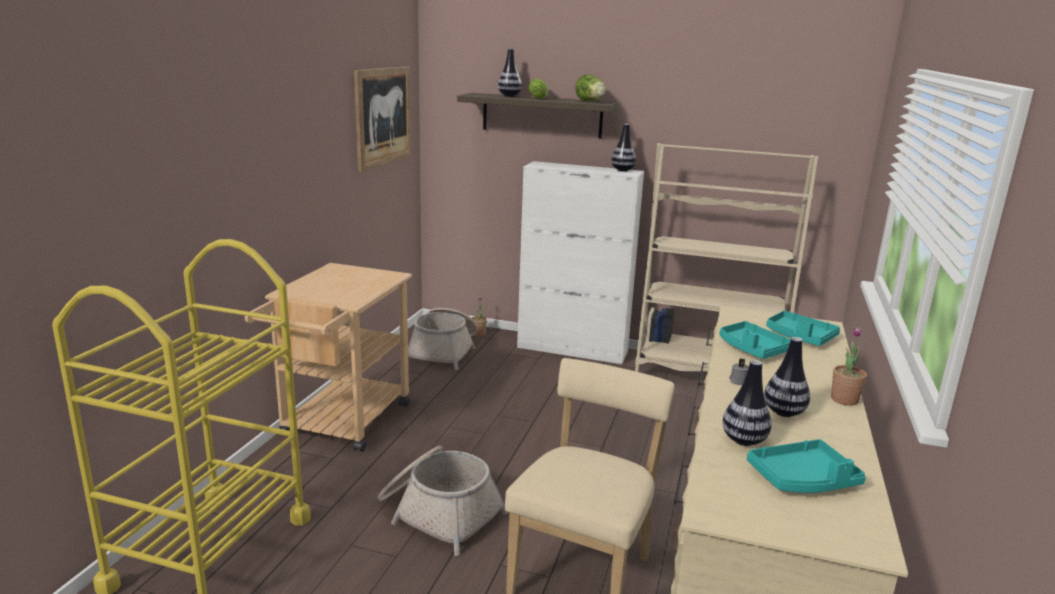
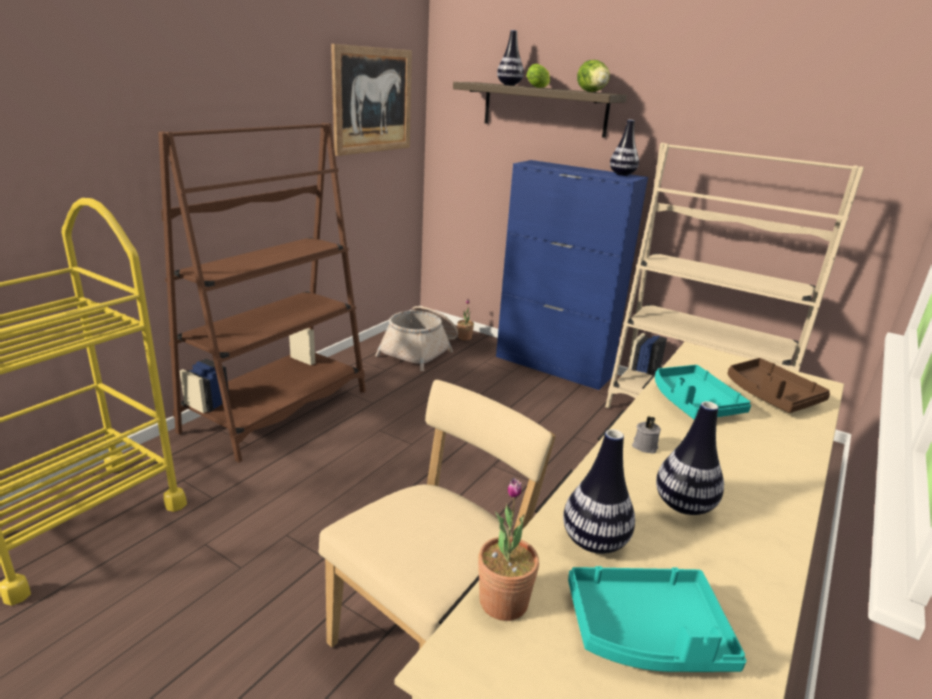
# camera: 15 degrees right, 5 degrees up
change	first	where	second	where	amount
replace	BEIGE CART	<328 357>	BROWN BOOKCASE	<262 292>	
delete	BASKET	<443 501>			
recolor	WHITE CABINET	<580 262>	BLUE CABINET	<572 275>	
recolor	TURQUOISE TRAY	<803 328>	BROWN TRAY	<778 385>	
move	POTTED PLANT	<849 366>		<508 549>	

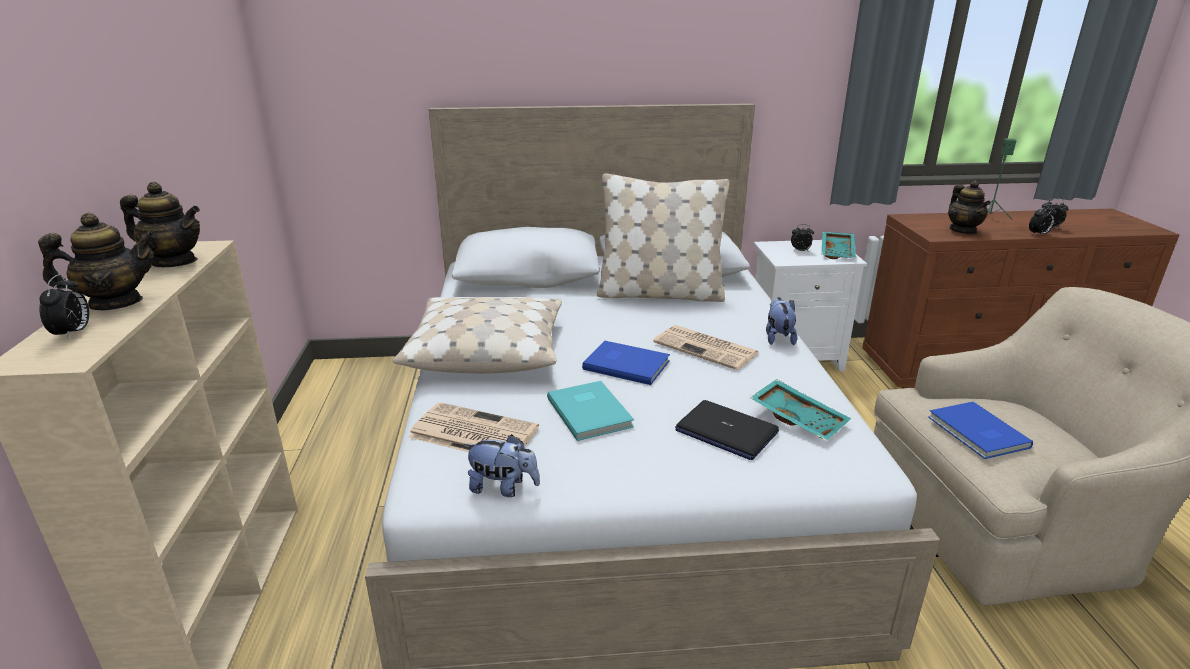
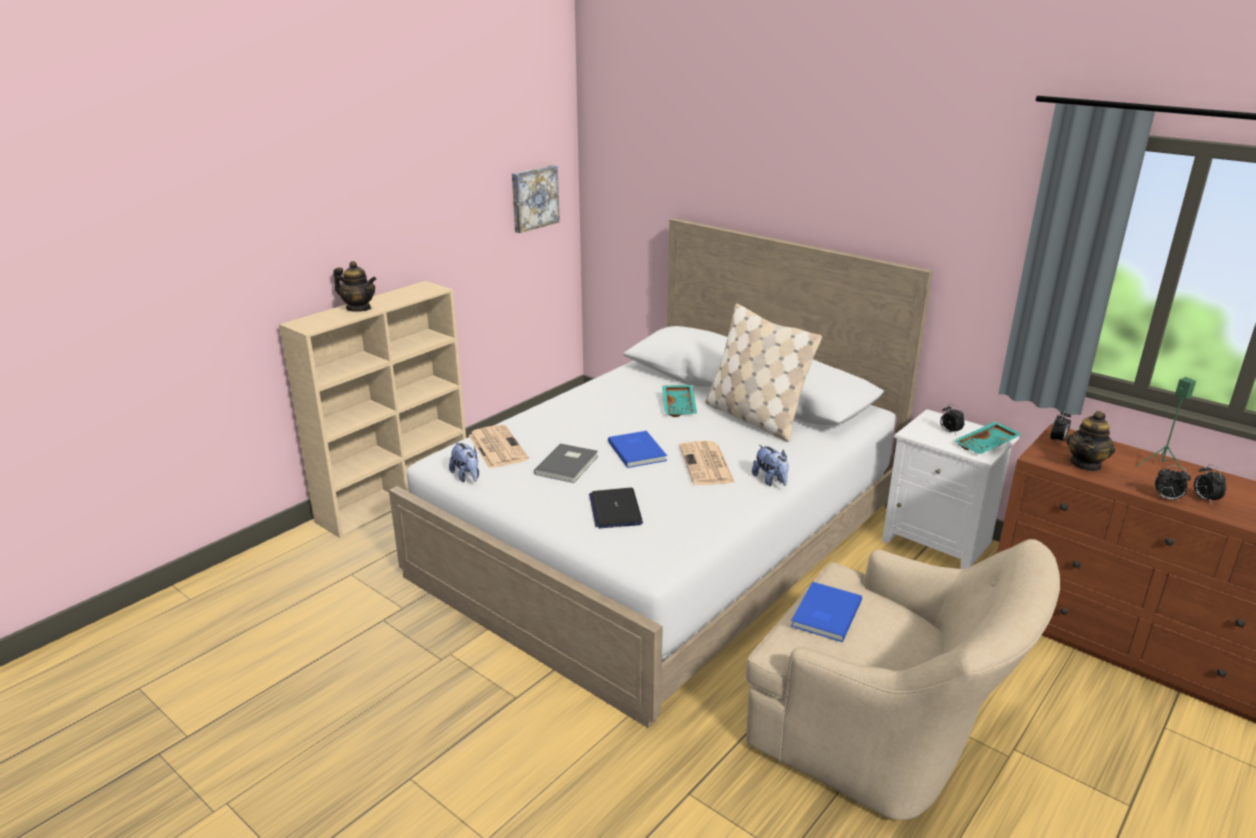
# camera: 45 degrees right, 0 degrees up
change	first	where	second	where	amount
move	ALARM CLOCK	<64 307>		<1060 426>	
delete	TEAPOT	<160 224>			
delete	BEIGE PILLOW	<477 335>			
recolor	TURQUOISE BOOK	<590 411>	GREY BOOK	<566 463>	
move	TURQUOISE TRAY	<800 410>		<679 401>	
rotate	PLUSH TOY	<781 321>		<770 465>	105 degrees clockwise
insert			PICTURE	<536 199>	

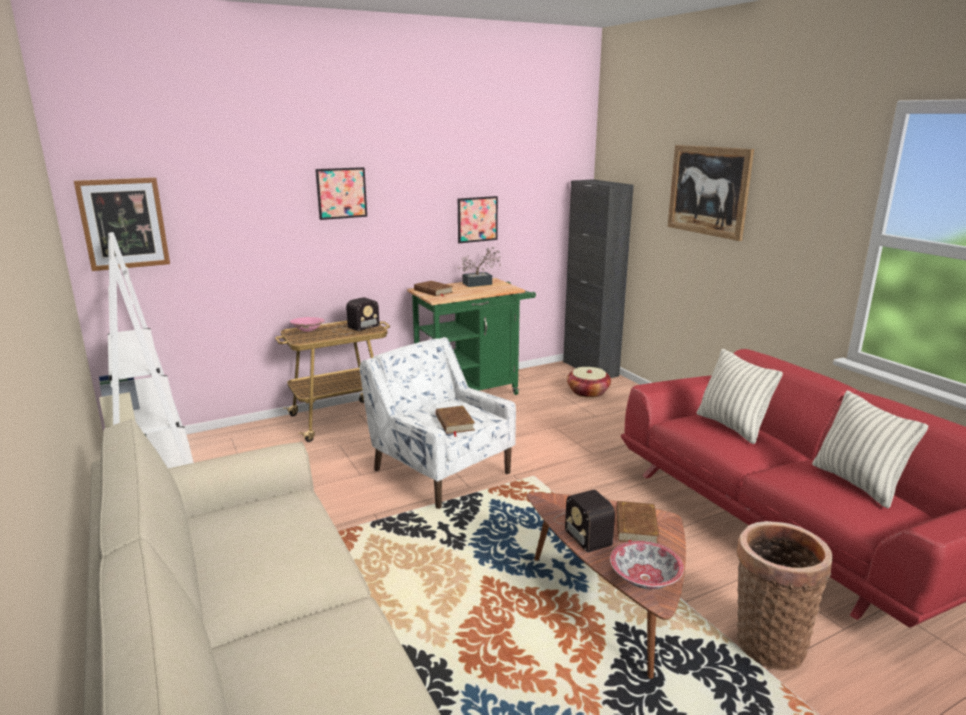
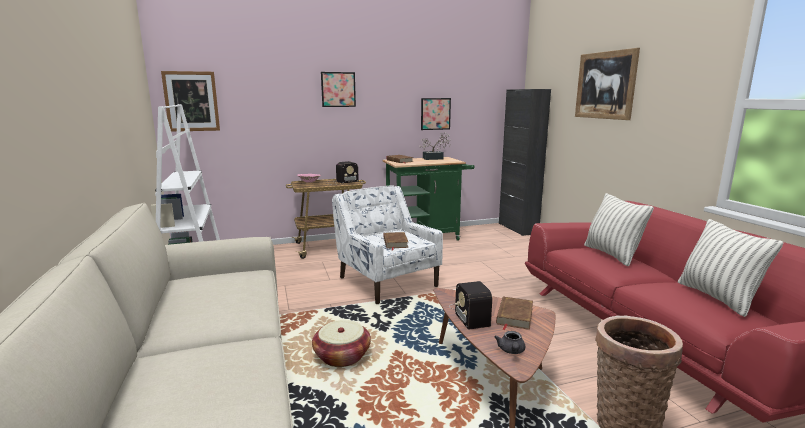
# camera: 10 degrees right, 5 degrees down
change	first	where	second	where	amount
move	BASKET	<589 382>		<341 343>	
replace	BOWL	<647 565>	GREY TEAPOT	<509 342>	

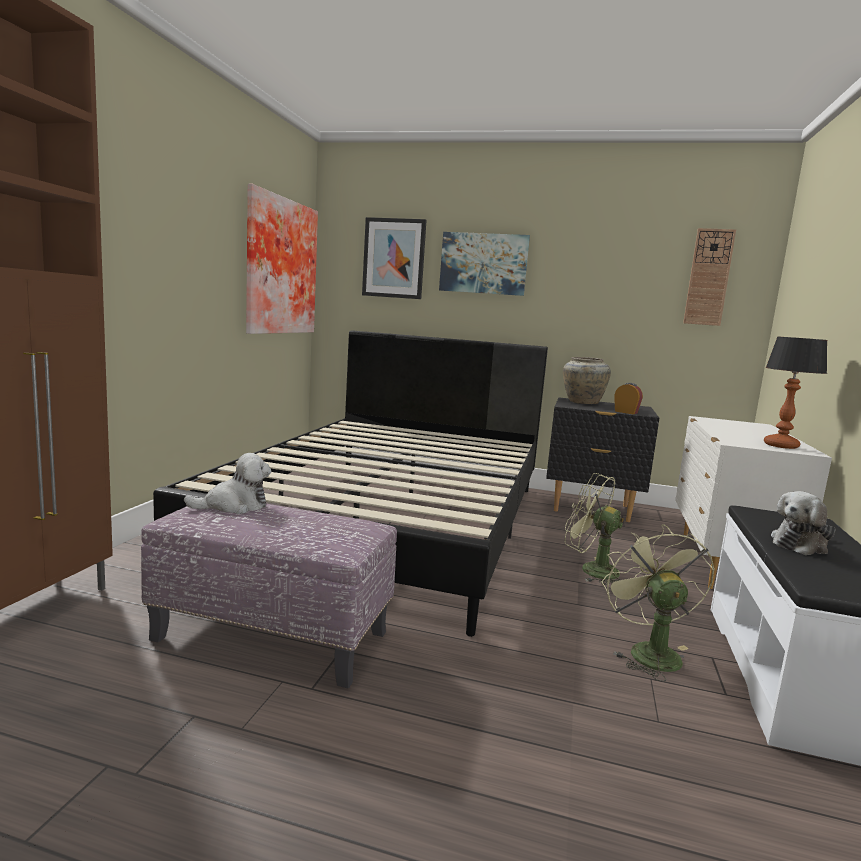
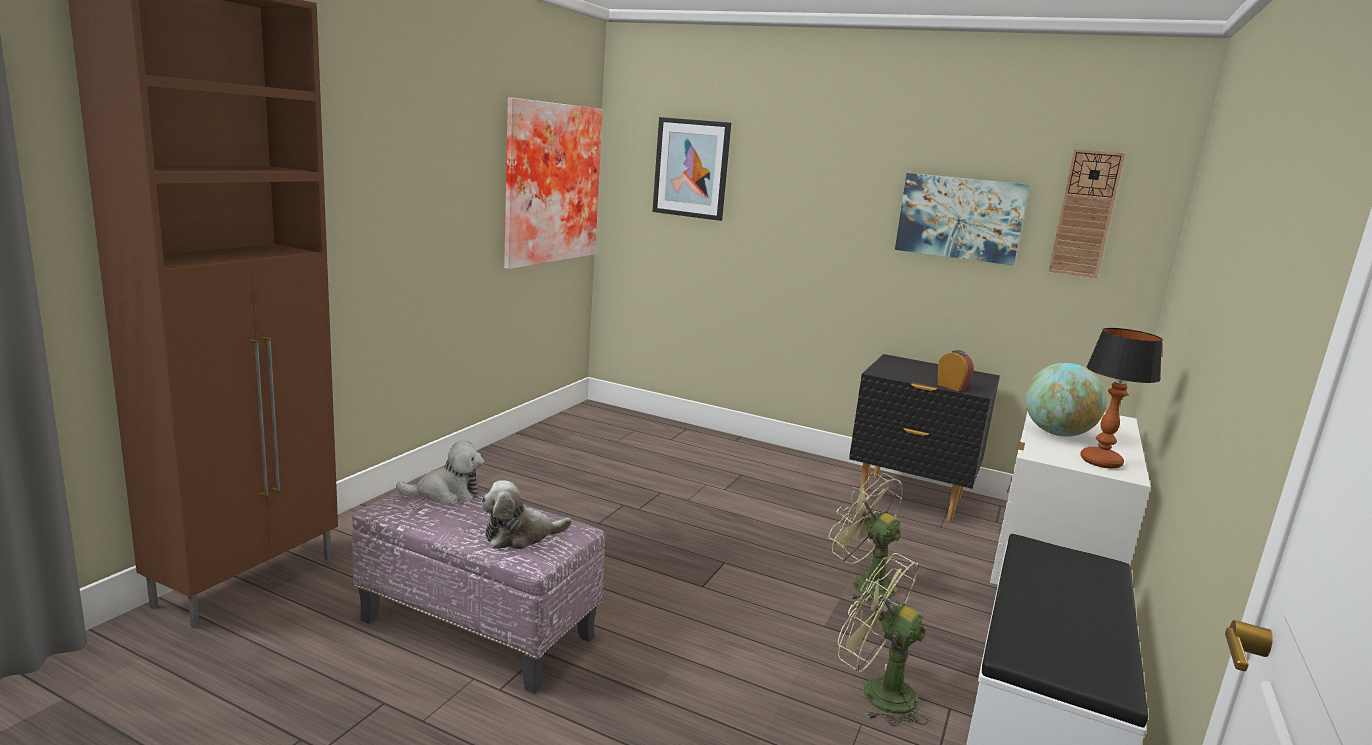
# camera: 10 degrees right, 5 degrees up
change	first	where	second	where	amount
delete	BLACK BED	<350 483>			
move	PICTURE	<484 264>		<962 219>	
delete	BEIGE VASE	<587 380>			
rotate	GREEN FAN	<658 603>		<883 640>	60 degrees counterclockwise
move	PLUSH TOY	<803 523>		<526 514>	
insert			GLOBE	<1066 400>	

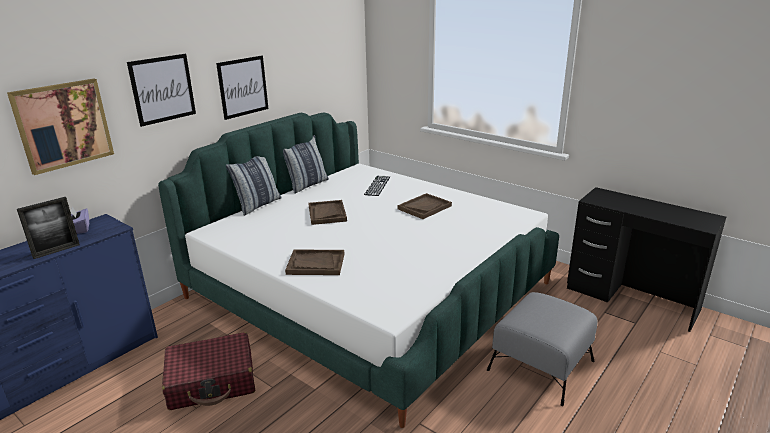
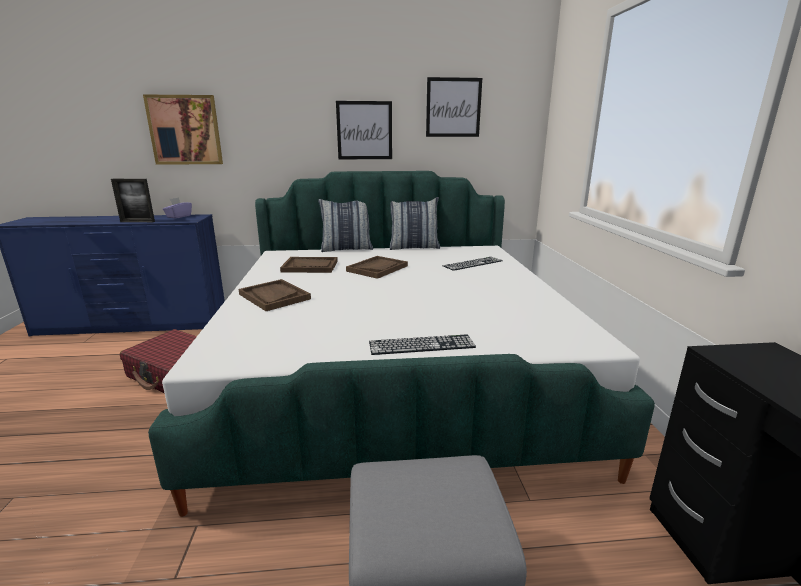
# camera: 45 degrees right, 5 degrees down
change	first	where	second	where	amount
move	PICTURE	<161 90>		<454 107>	
move	BROWN TRAY	<425 206>		<309 265>	
insert			KEYBOARD	<422 345>	

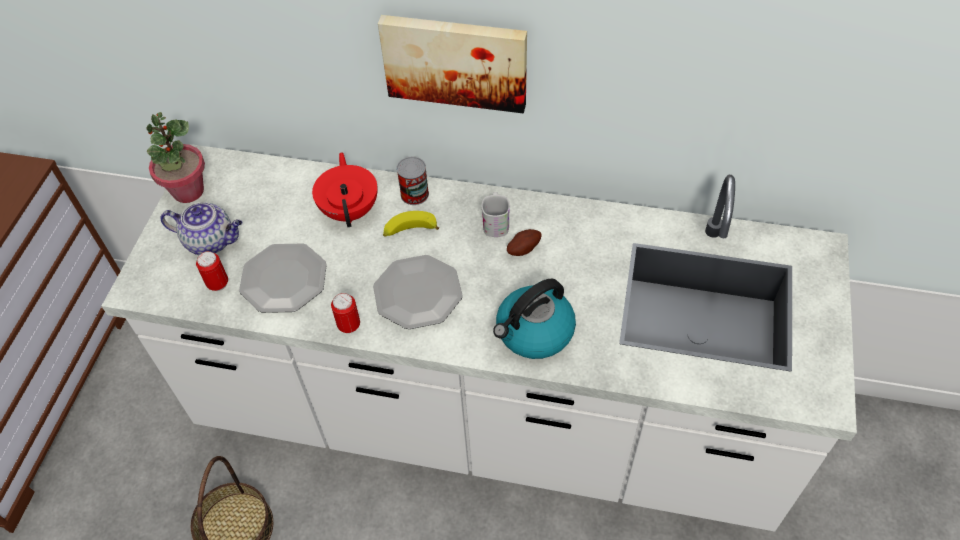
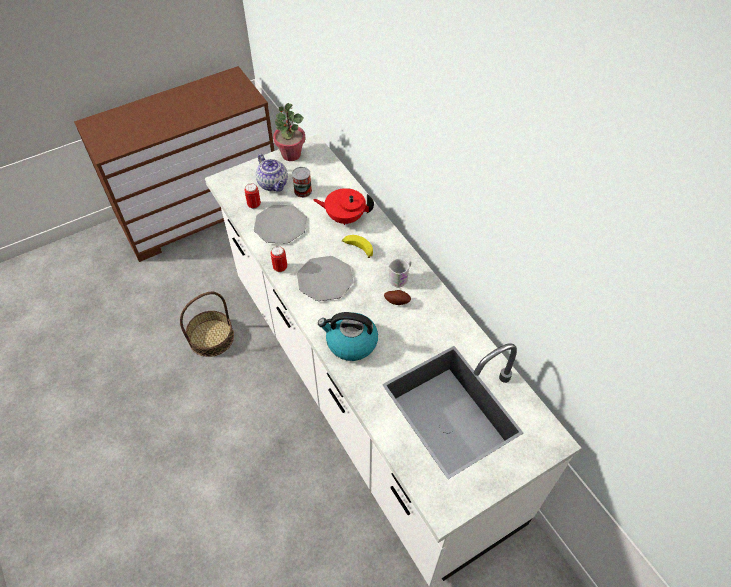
# camera: 45 degrees right, 0 degrees up
change	first	where	second	where	amount
rotate	RED TEAPOT	<345 189>		<343 206>	120 degrees counterclockwise
delete	PICTURE	<452 64>			
move	CAN	<412 181>		<302 182>	

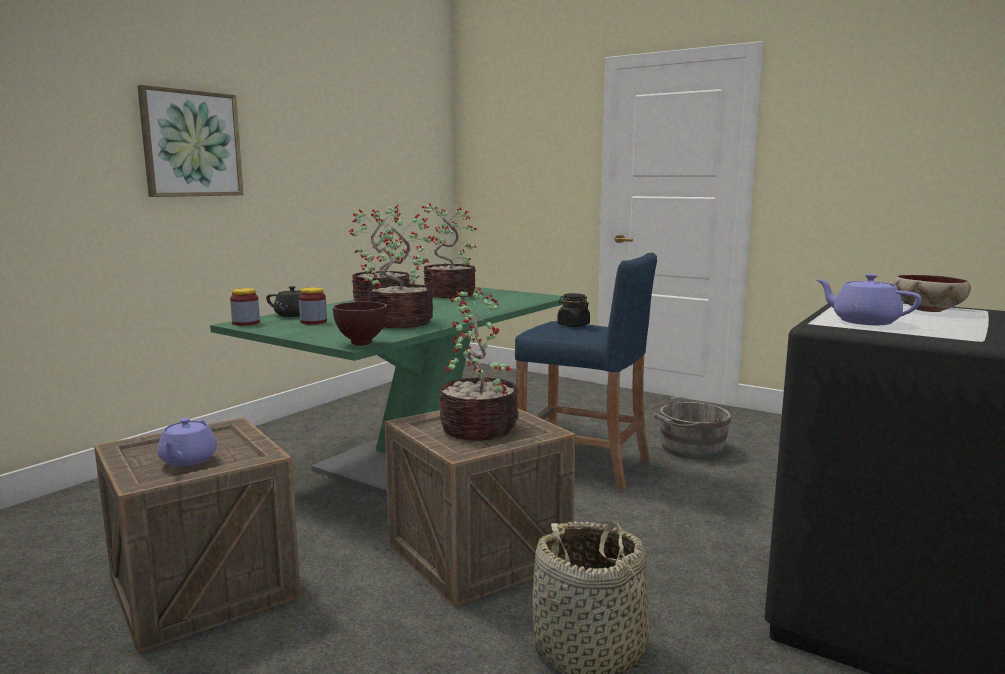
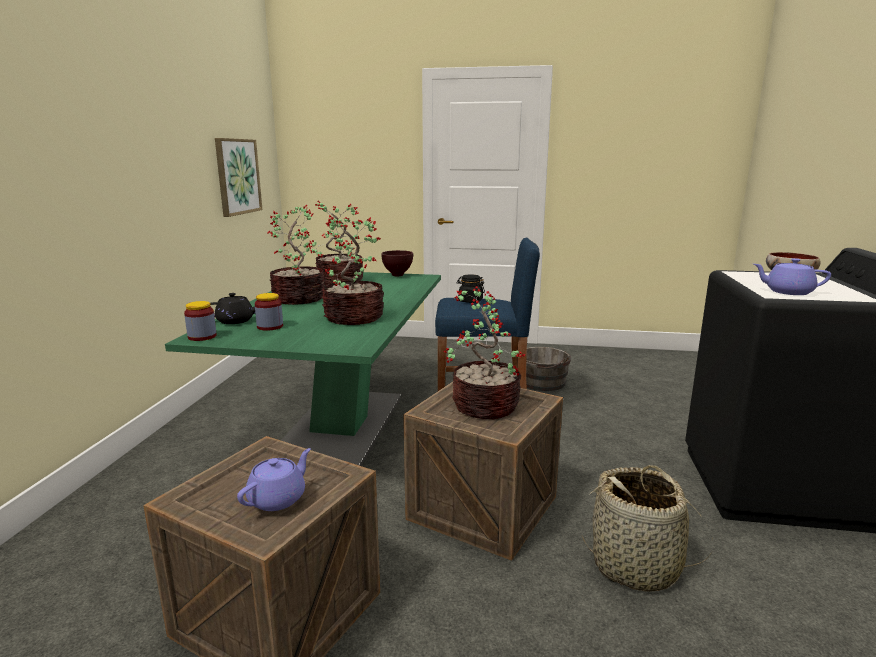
# camera: 25 degrees left, 5 degrees up
change	first	where	second	where	amount
move	PICTURE	<190 141>		<238 177>	
rotate	PURPLE TEAPOT	<187 442>		<274 479>	120 degrees counterclockwise
move	BROWN BOWL	<360 324>		<397 263>	

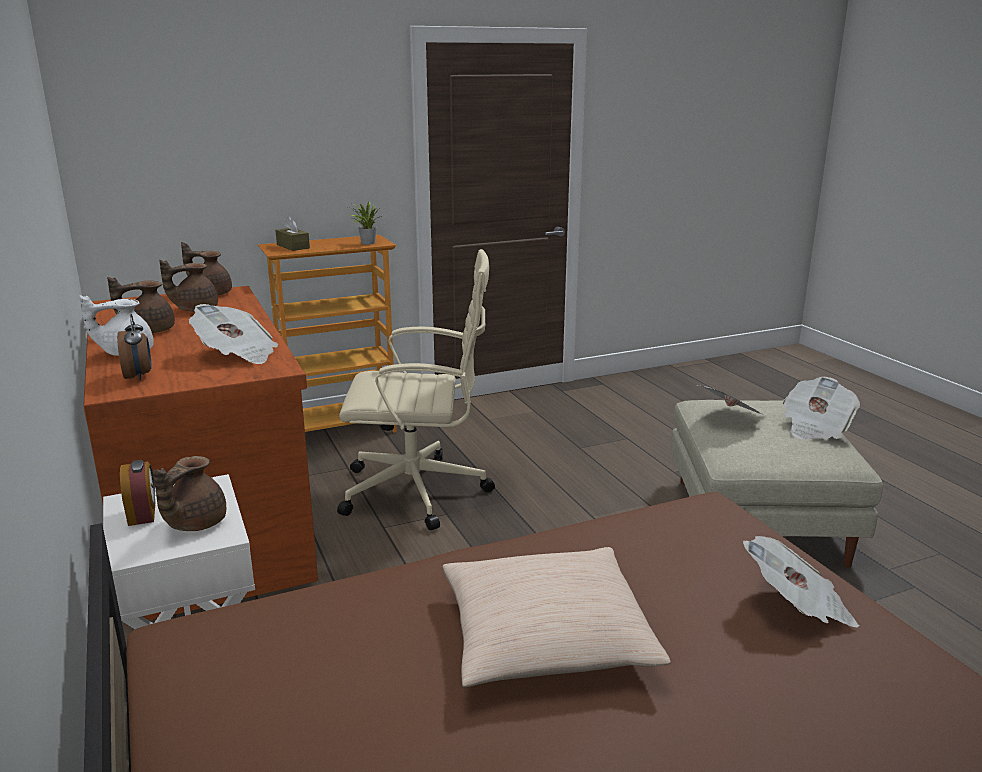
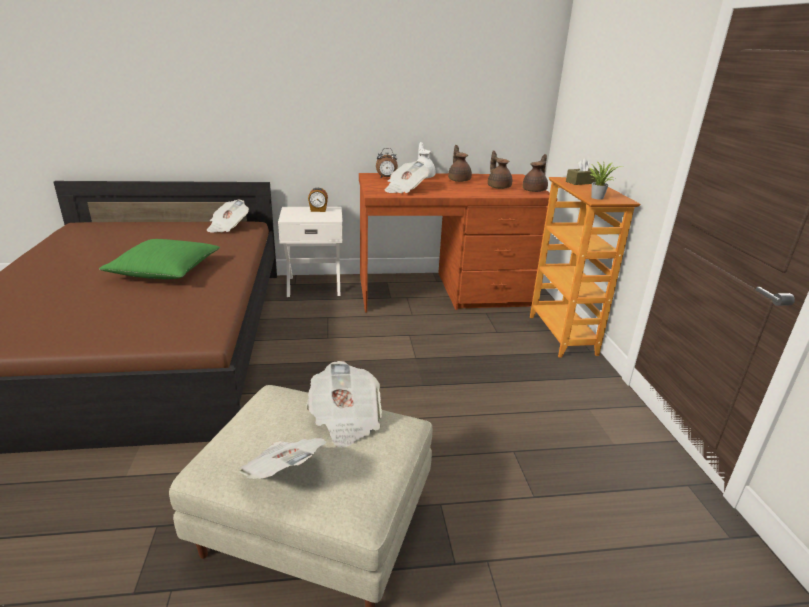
# camera: 105 degrees right, 5 degrees up
change	first	where	second	where	amount
delete	BROWN TEAPOT	<189 493>			
delete	BEIGE OFFICE CHAIR	<416 389>			
recolor	BEIGE PILLOW	<556 617>	GREEN PILLOW	<159 259>	
move	NEWSPAPER	<801 581>		<228 216>	

